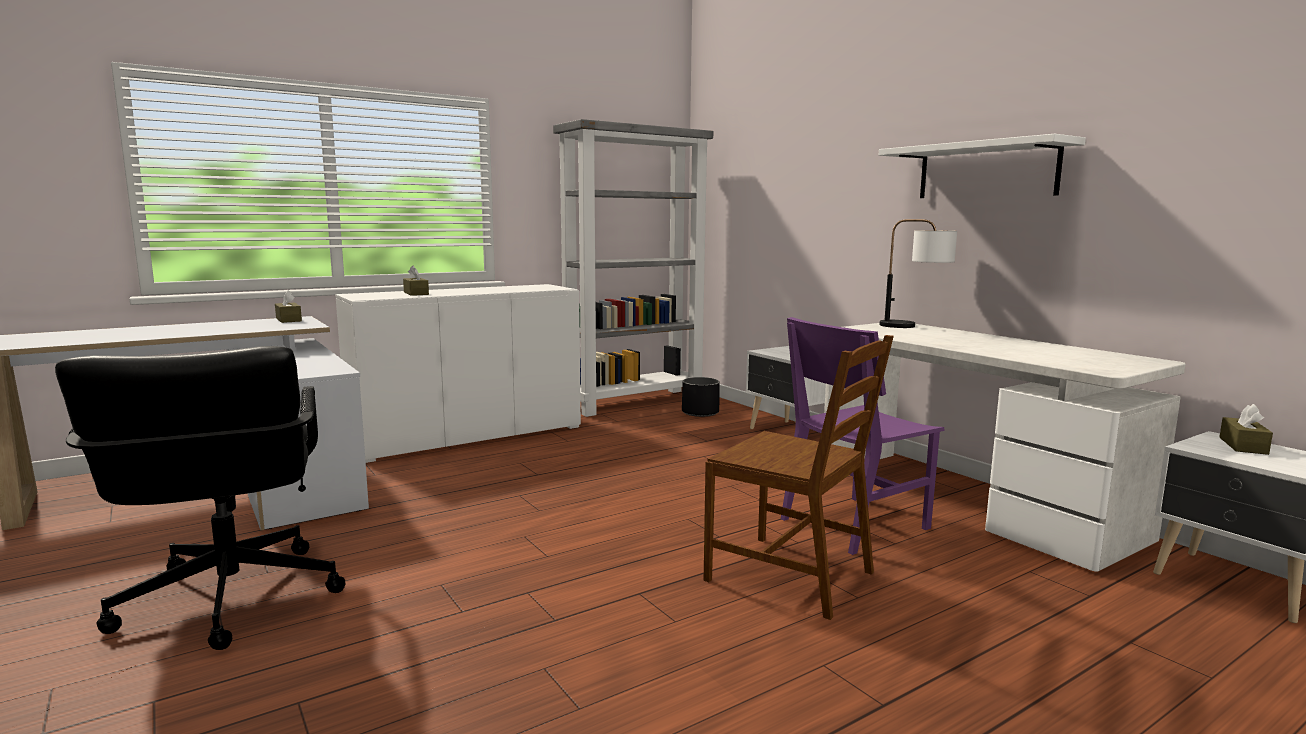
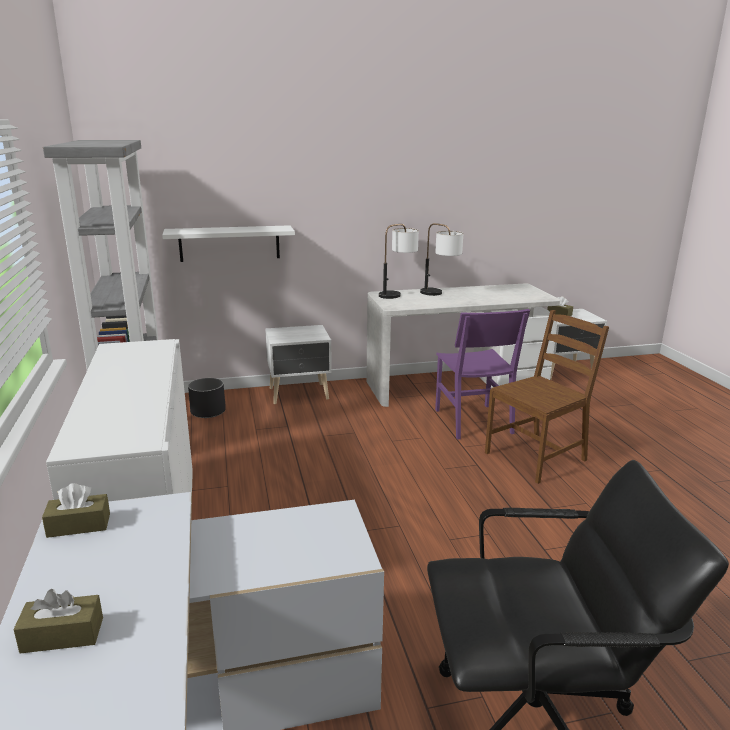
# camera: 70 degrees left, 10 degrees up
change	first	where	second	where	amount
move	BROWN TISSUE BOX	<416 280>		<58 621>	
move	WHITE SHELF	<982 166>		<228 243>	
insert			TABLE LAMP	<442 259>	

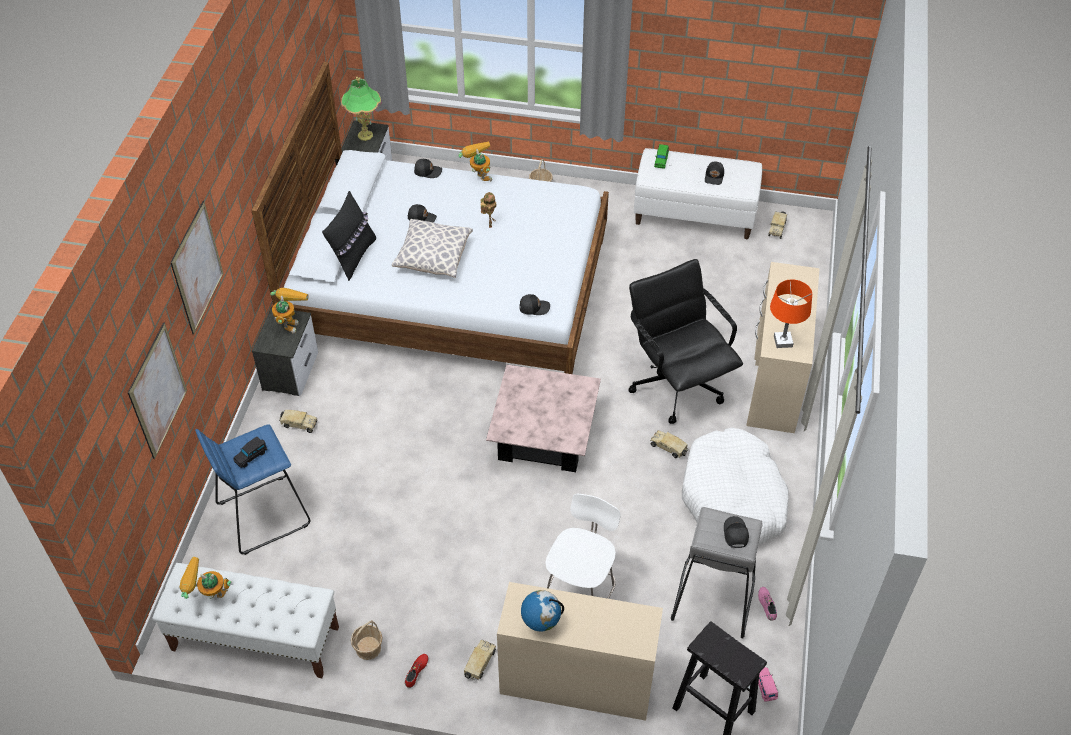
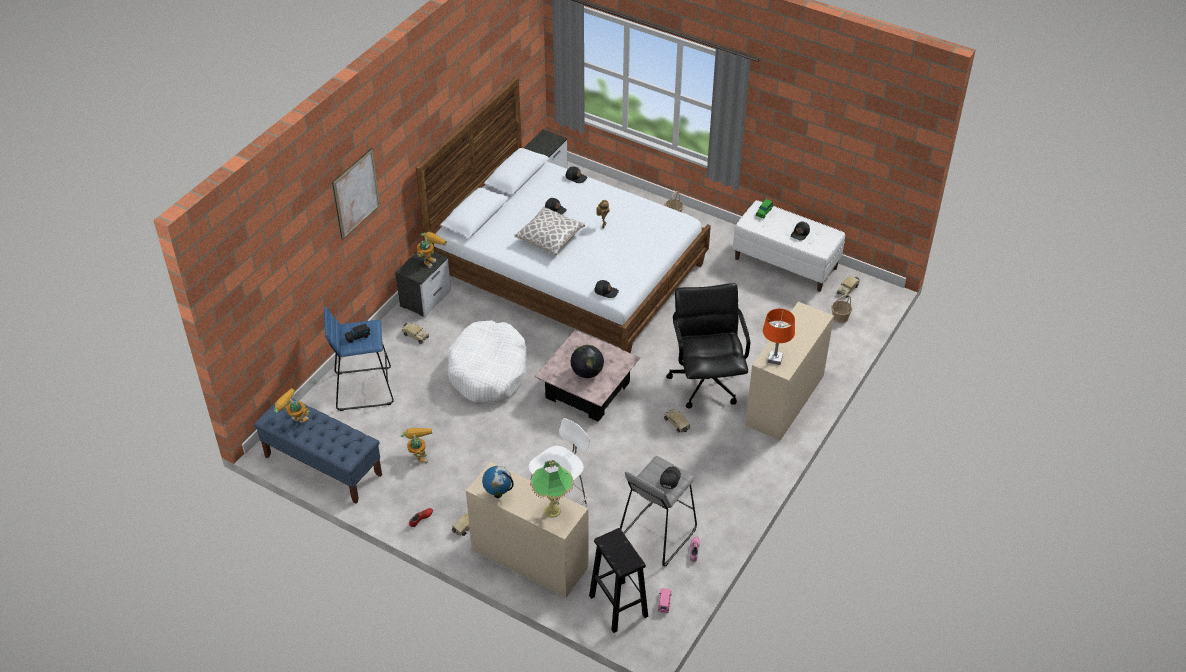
# camera: 20 degrees right, 5 degrees down
change	first	where	second	where	amount
delete	PICTURE	<157 390>			
recolor	WHITE BENCH	<245 620>	BLUE BENCH	<318 451>	
delete	BLACK PILLOW	<349 236>			
move	TABLE LAMP	<361 109>		<552 489>	
move	BASKET	<366 640>		<841 308>	
move	TOY ROBOT	<475 162>		<416 445>	
move	WHITE DOG BED	<735 486>		<487 362>	
insert			GLOBE	<587 361>	

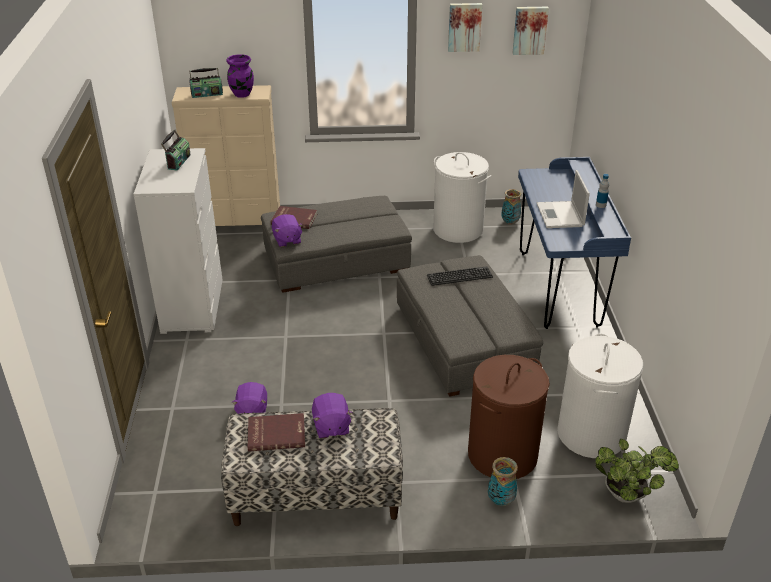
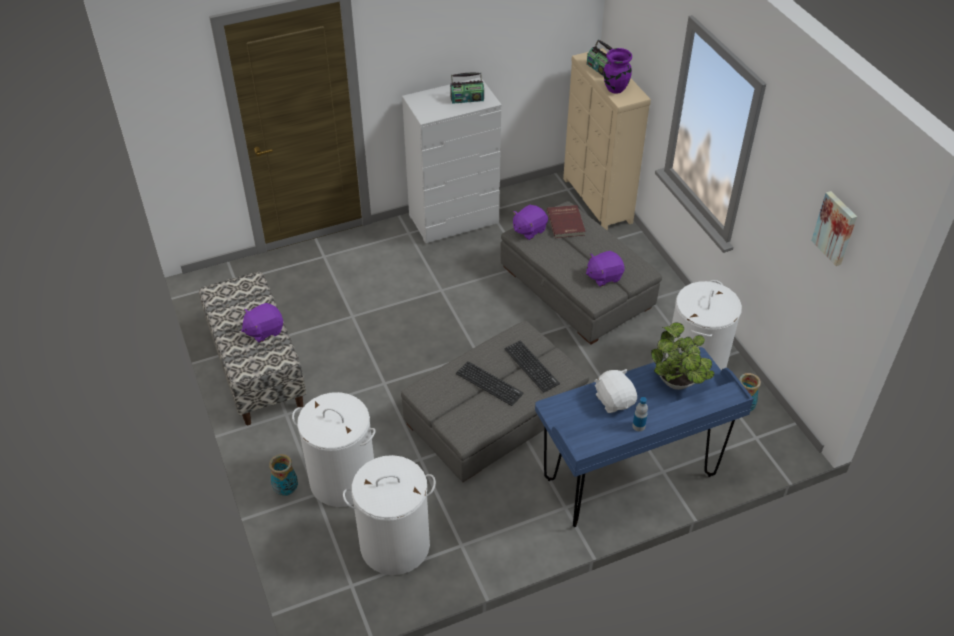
# camera: 70 degrees right, 10 degrees up
change	first	where	second	where	amount
move	PURPLE PLUSH TOY	<249 398>		<605 269>	
delete	RED BOOK	<276 432>			
delete	PICTURE	<465 27>			
recolor	BROWN LAUNDRY BASKET	<509 417>	WHITE LAUNDRY BASKET	<334 449>	
replace	LAPTOP	<563 199>	WHITE PLUSH TOY	<616 391>	
move	POTTED PLANT	<637 471>		<682 356>	
insert			KEYBOARD	<490 383>	

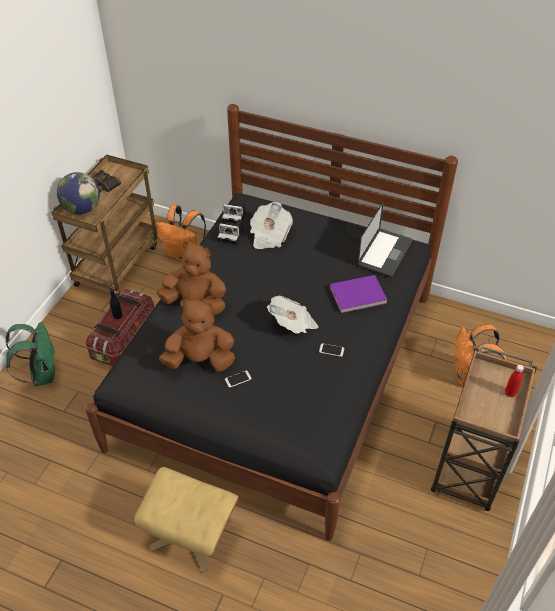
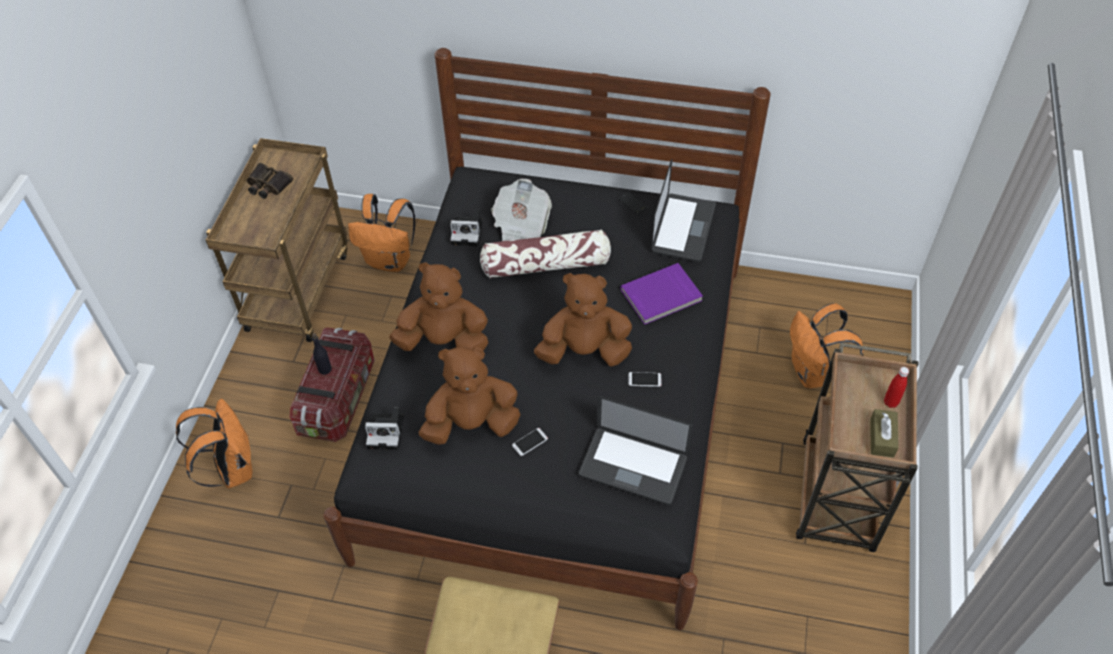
# camera: 10 degrees left, 5 degrees up
change	first	where	second	where	amount
recolor	GREEN BACKPACK	<30 354>	ORANGE BACKPACK	<214 443>	
delete	GLOBE	<78 193>			
move	PHOTO CAMERA	<234 212>		<384 429>	
replace	NEWSPAPER	<293 315>	BROWN PLUSH TOY	<583 320>	
insert			PILLOW	<545 253>	
insert			LAPTOP	<636 450>	
insert			BROWN TISSUE BOX	<884 433>	

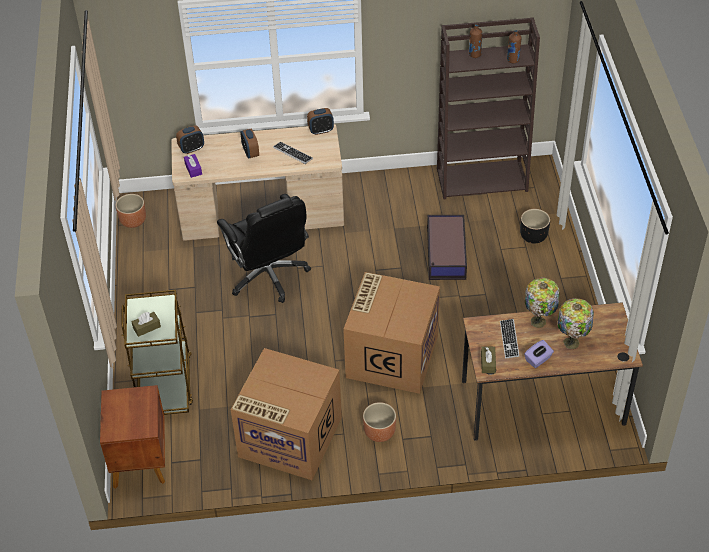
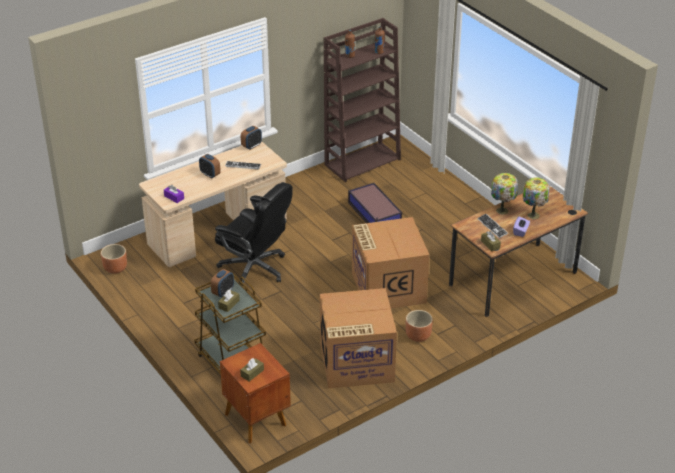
# camera: 30 degrees left, 10 degrees down
change	first	where	second	where	amount
move	ALARM CLOCK	<190 139>		<222 283>	
delete	BLACK PLANTER	<535 226>			
insert			BROWN TISSUE BOX	<252 370>	

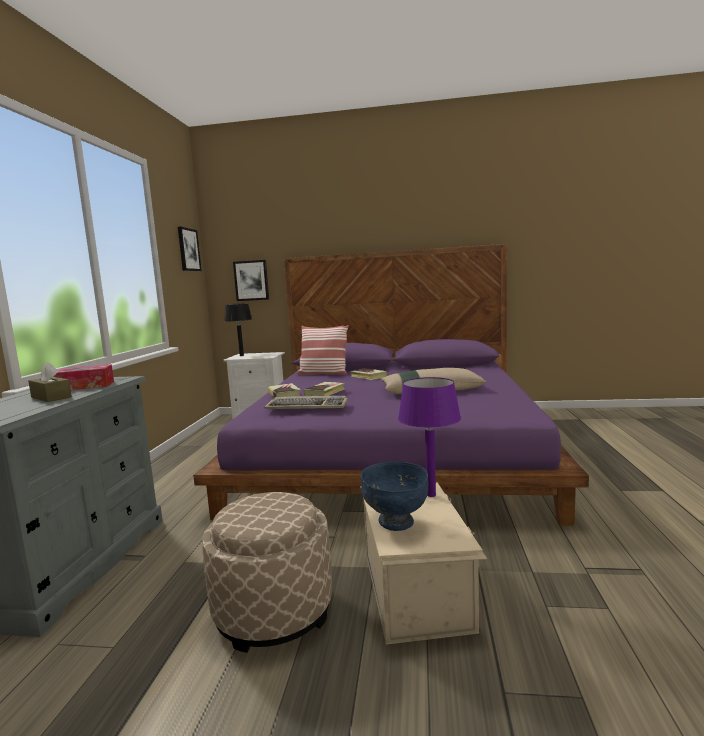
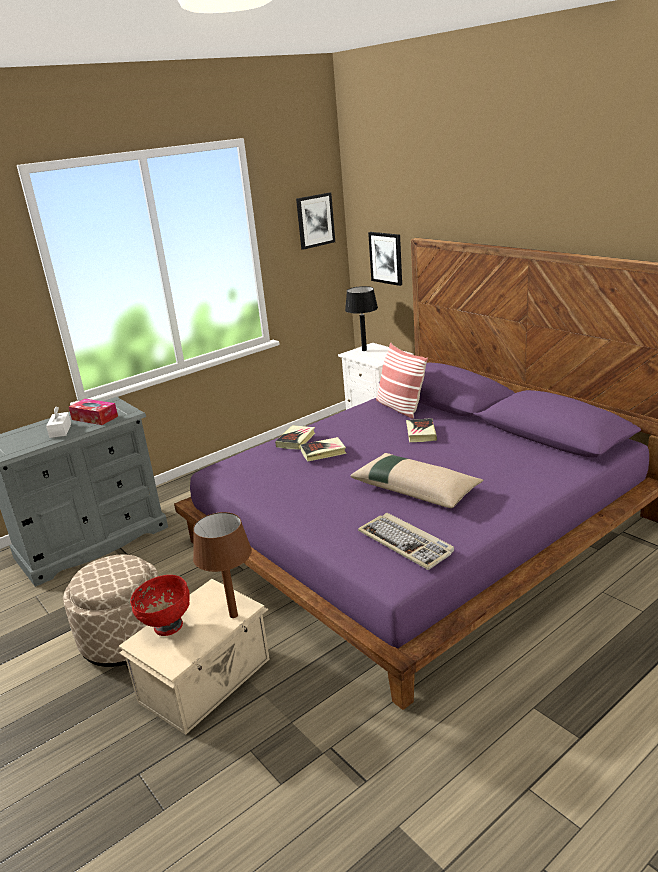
# camera: 45 degrees right, 15 degrees up
change	first	where	second	where	amount
recolor	BROWN TISSUE BOX	<50 382>	WHITE TISSUE BOX	<58 422>	
move	KEYBOARD	<306 402>		<406 541>	
recolor	BLUE BOWL	<394 496>	RED BOWL	<160 605>	
recolor	PURPLE TABLE LAMP	<429 437>	BROWN TABLE LAMP	<222 565>	

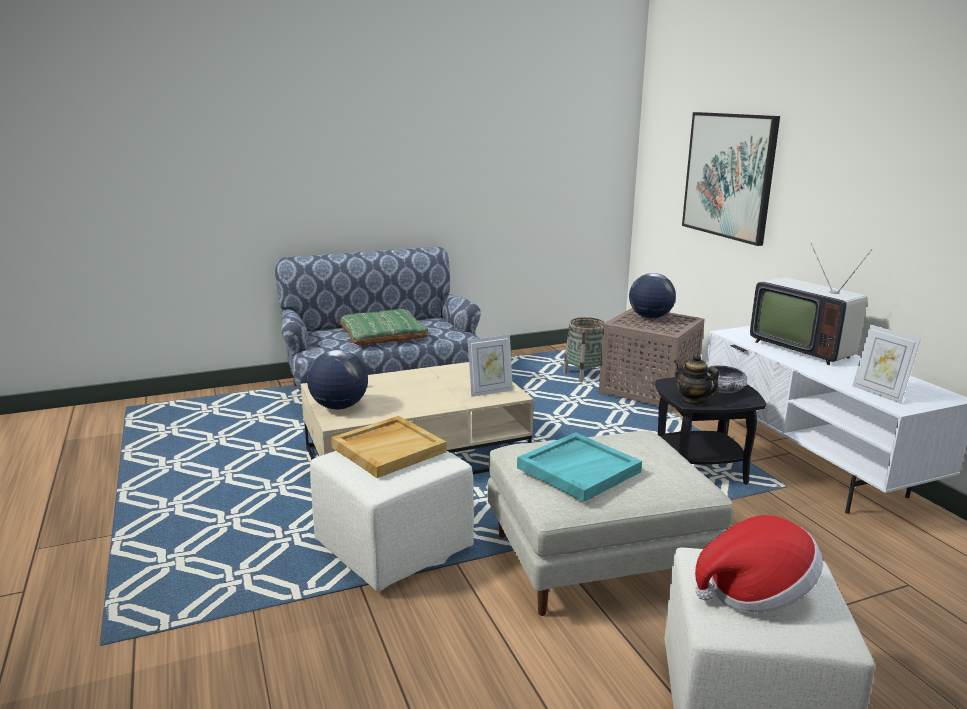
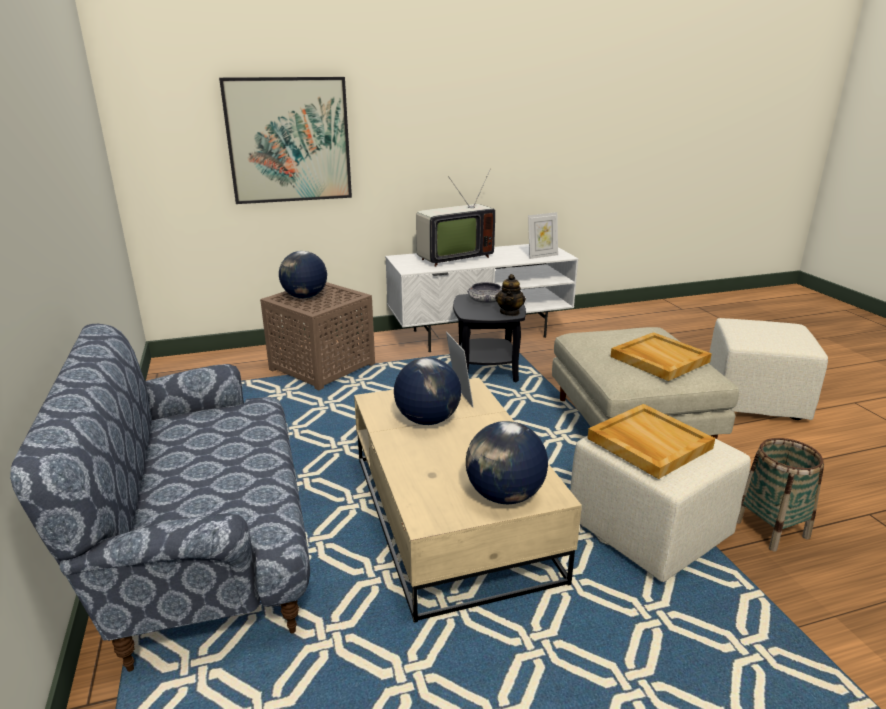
# camera: 85 degrees left, 5 degrees up
change	first	where	second	where	amount
delete	GREEN PILLOW	<383 327>			
recolor	TURQUOISE TRAY	<579 467>	BEIGE TRAY	<661 356>	
move	BASKET	<583 349>		<780 494>	
rotate	TEAPOT	<696 380>		<510 295>	45 degrees counterclockwise
delete	HAT	<759 563>			
insert			GLOBE	<427 391>	

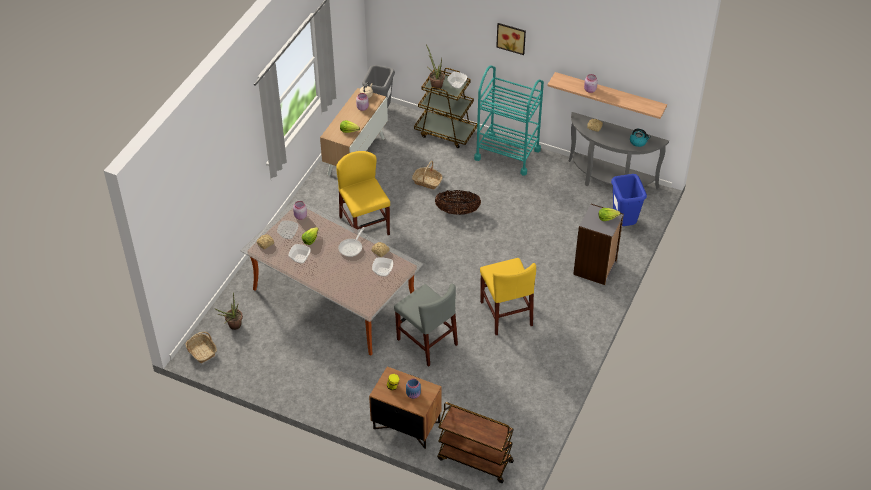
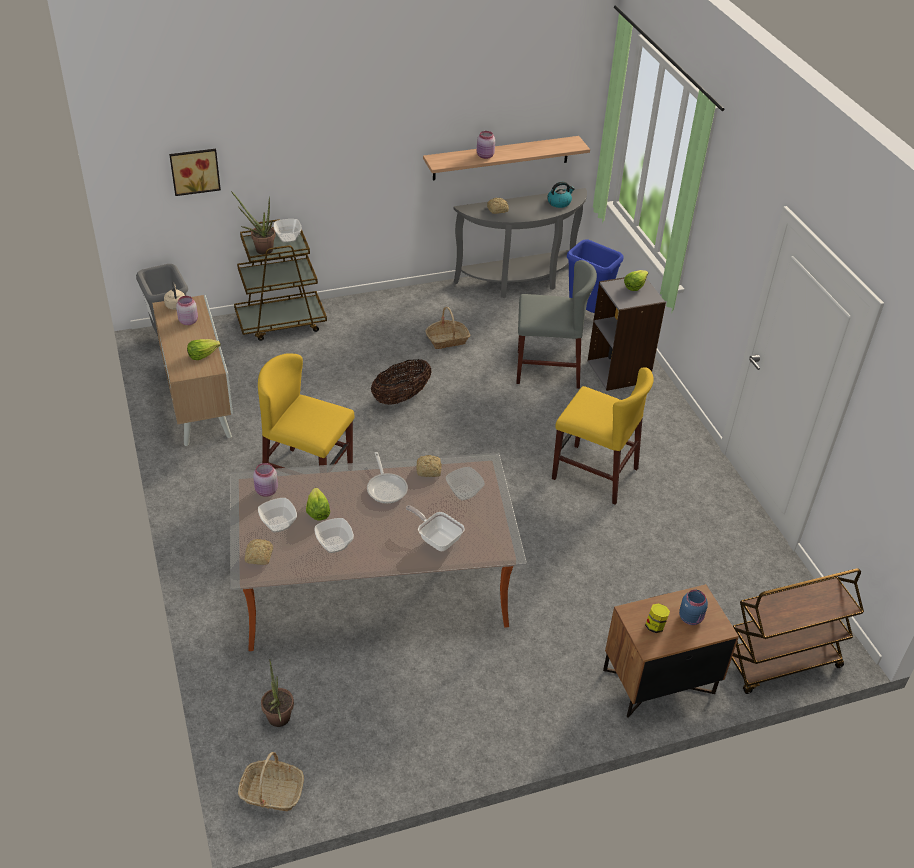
# camera: 45 degrees left, 5 degrees down
change	first	where	second	where	amount
move	GREY CHAIR	<426 325>		<556 324>	
move	BASKET	<427 175>		<447 328>	
delete	TURQUOISE CART	<509 120>			
move	PICTURE	<511 39>		<195 172>	
insert			FRYING PAN	<435 528>	

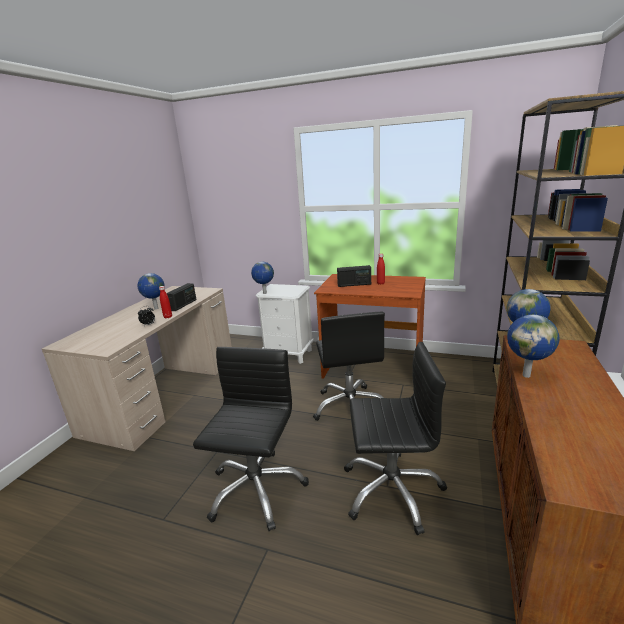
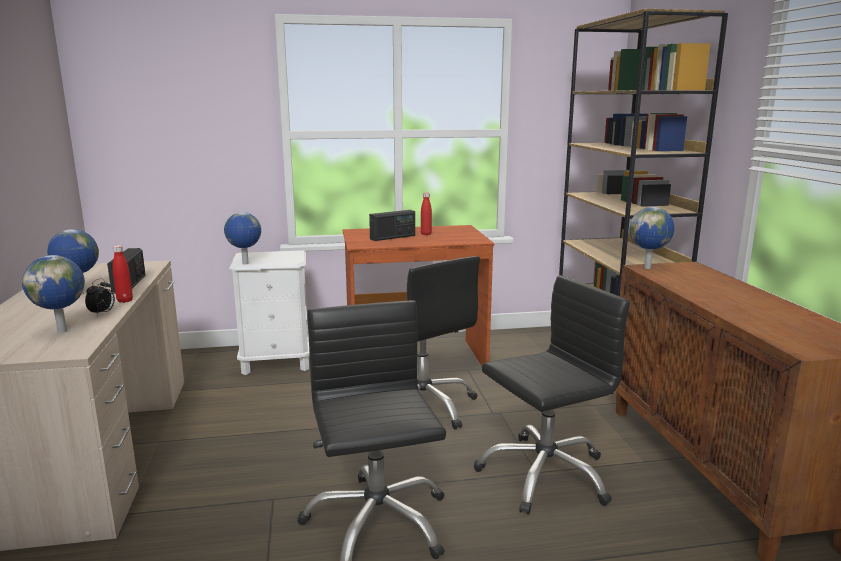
# camera: 30 degrees left, 5 degrees down
change	first	where	second	where	amount
move	GLOBE	<533 346>		<53 294>	

